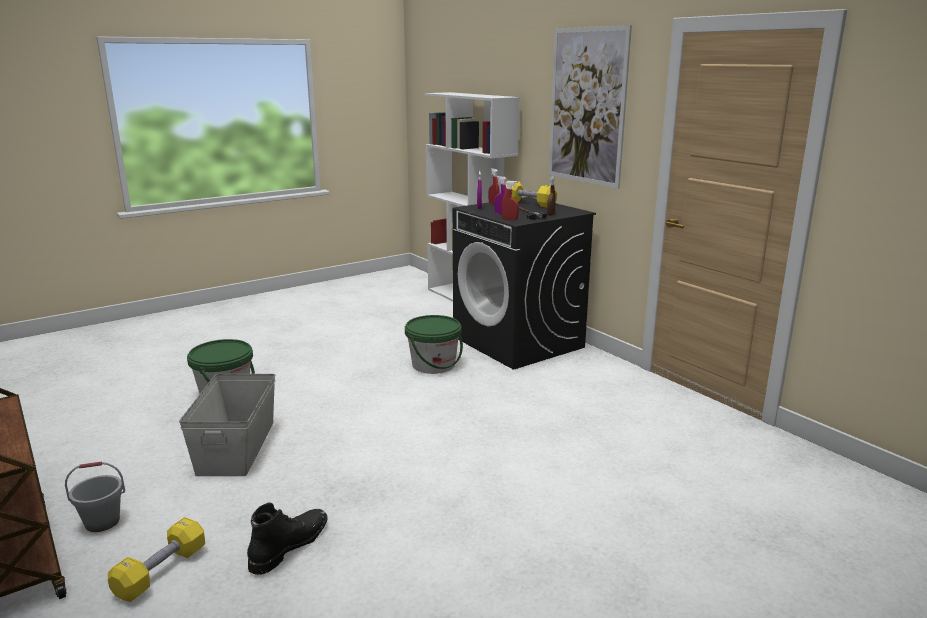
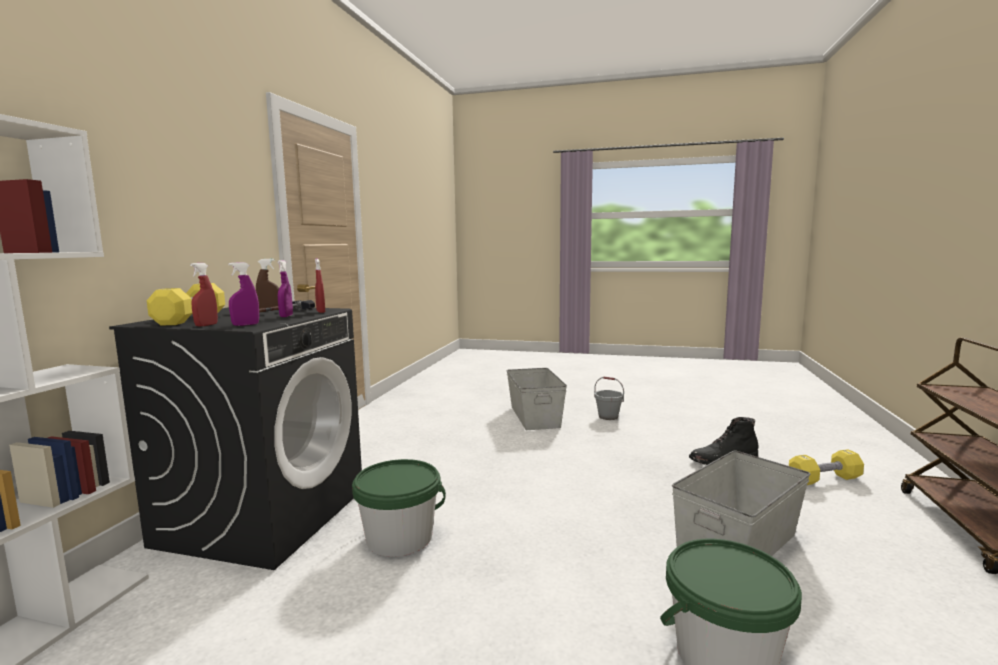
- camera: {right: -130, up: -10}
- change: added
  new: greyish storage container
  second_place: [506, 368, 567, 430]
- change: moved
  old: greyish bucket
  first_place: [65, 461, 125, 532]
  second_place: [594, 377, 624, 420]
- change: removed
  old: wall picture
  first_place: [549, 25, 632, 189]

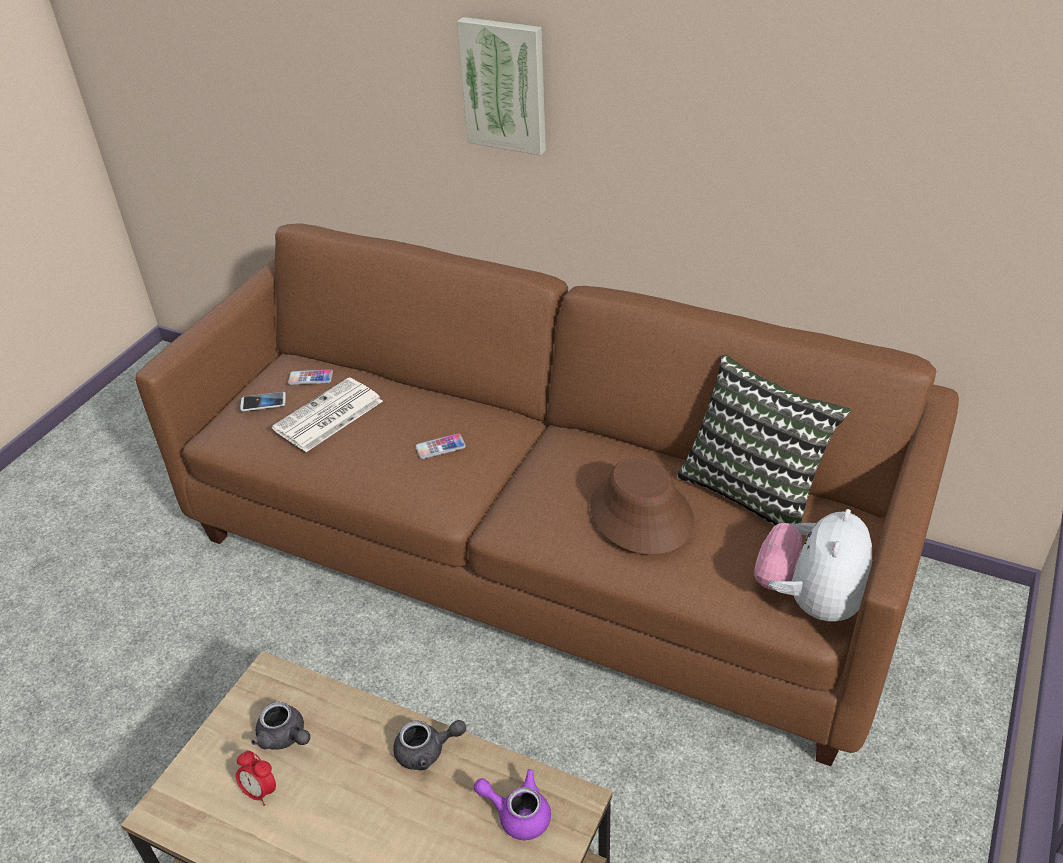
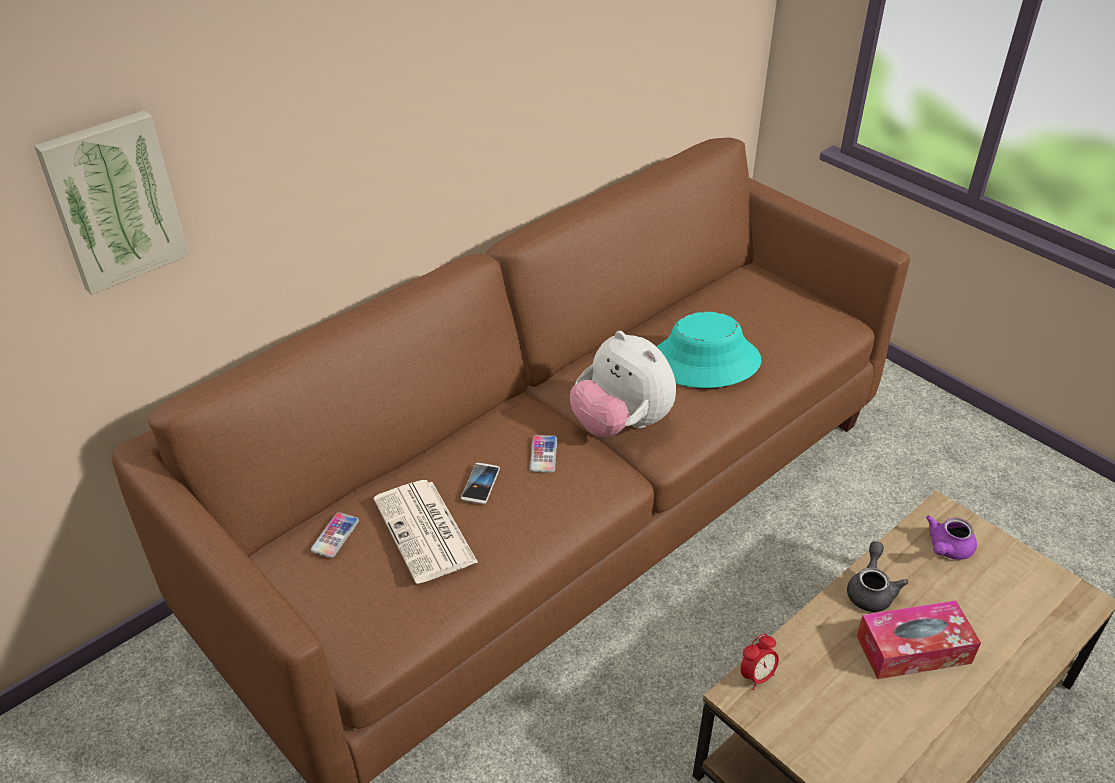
- camera: {right: -70, up: 0}
- change: moved
  old: wall picture
  first_place: [457, 17, 546, 155]
  second_place: [34, 110, 189, 295]
- change: moved
  old: handset
  first_place: [241, 392, 286, 411]
  second_place: [461, 463, 500, 504]
- change: moved
  old: soft toy
  first_place: [754, 509, 872, 622]
  second_place: [570, 331, 676, 437]
- change: recoloured
  old: brown-coloured wearable hat
  new: turquoise-coloured wearable hat
  first_place: [590, 457, 694, 555]
  second_place: [656, 312, 761, 388]
- change: moved
  old: bedside clock
  first_place: [236, 750, 276, 806]
  second_place: [740, 634, 779, 690]
- change: added
  new: box of tissues
  second_place: [856, 600, 981, 679]
- change: removed
  old: greyish pot for tea
  first_place: [251, 702, 310, 750]
- change: removed
  old: throw pillow
  first_place: [677, 355, 851, 526]

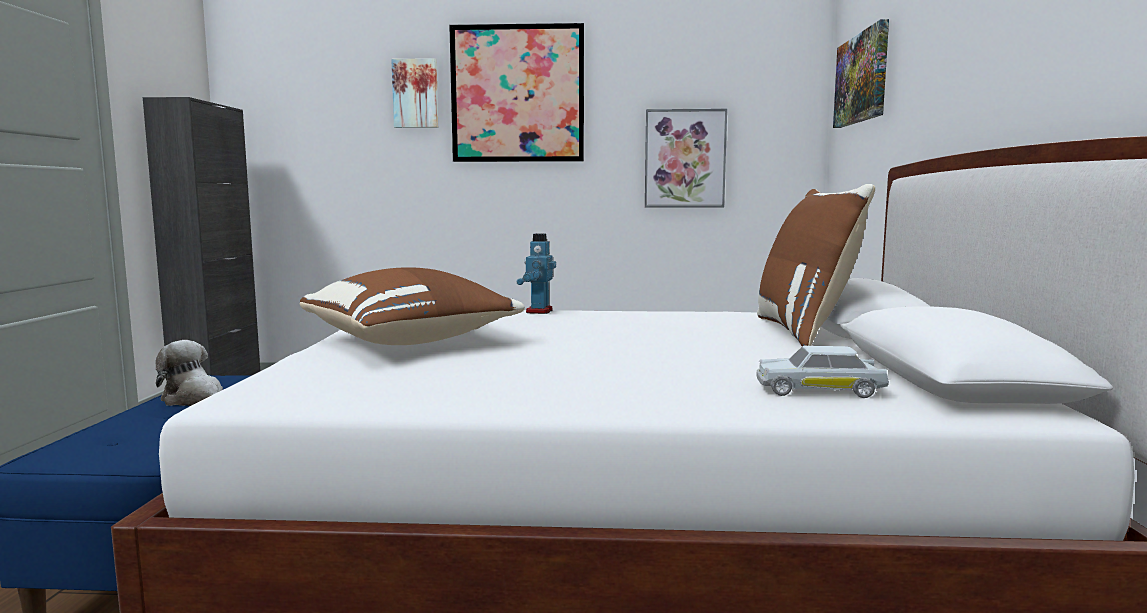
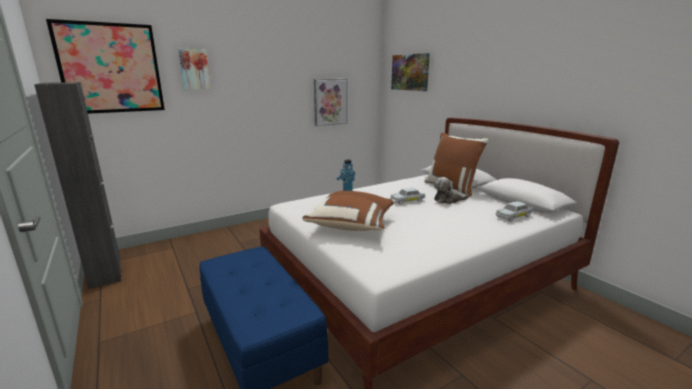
- camera: {right: -35, up: 10}
- change: moved
  old: wall picture
  first_place: [449, 23, 584, 162]
  second_place: [46, 19, 165, 114]
- change: added
  new: white-coloured model car
  second_place: [390, 188, 425, 205]
- change: moved
  old: soft toy
  first_place: [155, 340, 223, 406]
  second_place: [434, 177, 469, 204]

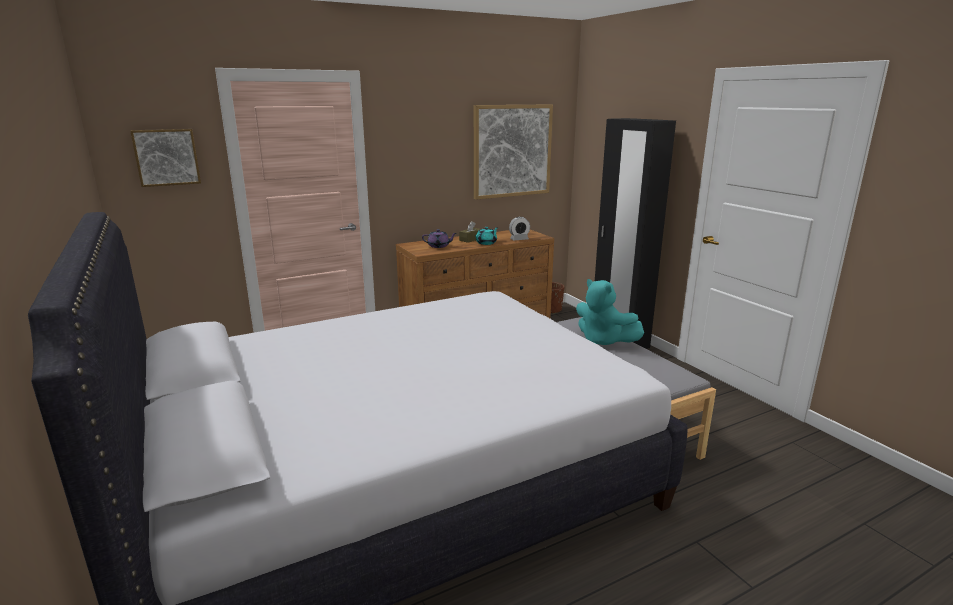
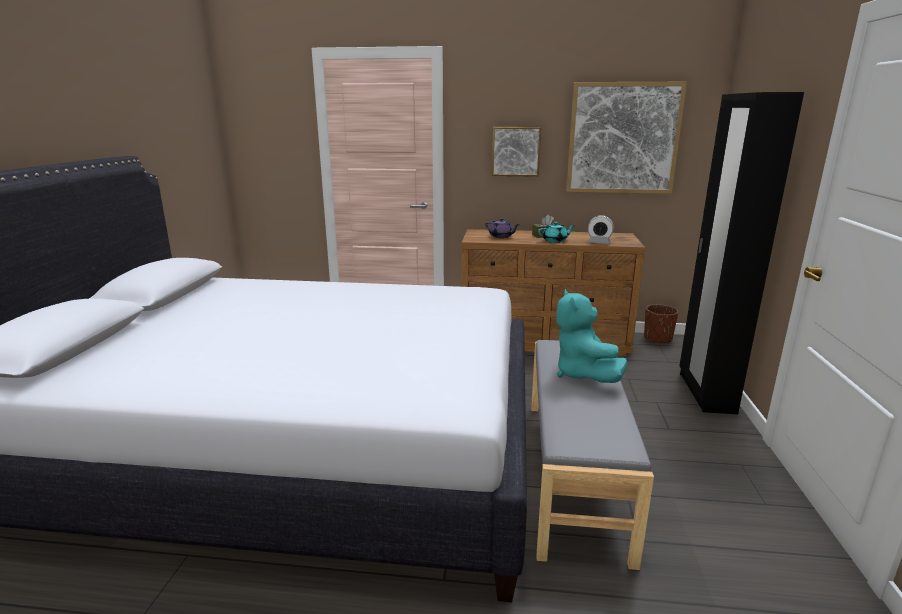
- camera: {right: 35, up: 0}
- change: moved
  old: wall picture
  first_place: [130, 129, 201, 187]
  second_place: [492, 127, 541, 177]

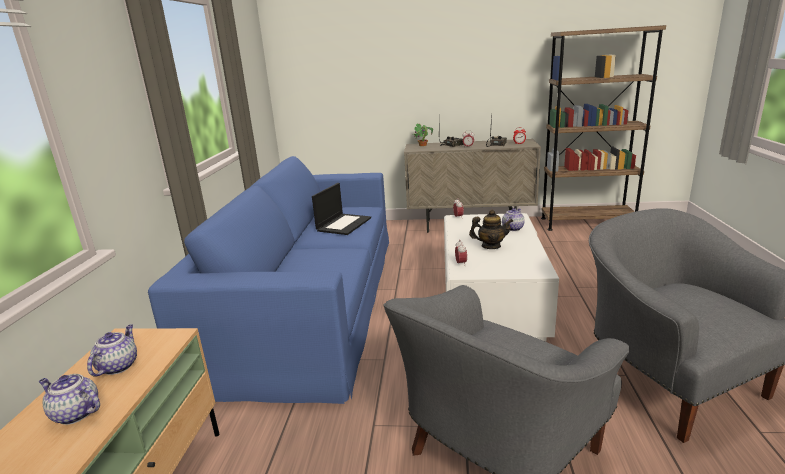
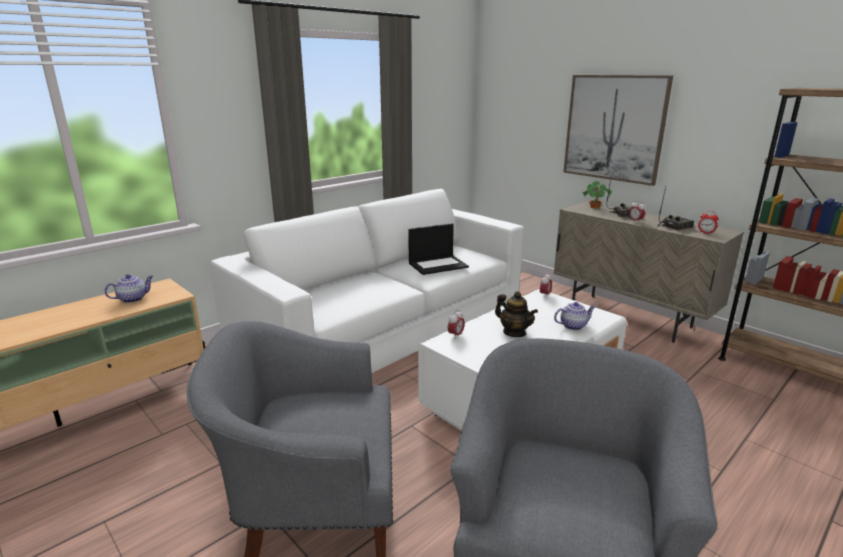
- camera: {right: 40, up: 0}
- change: recoloured
  old: blue-coloured settee
  new: white-coloured settee
  first_place: [148, 156, 389, 404]
  second_place: [211, 189, 524, 373]
- change: added
  new: wall picture
  second_place: [563, 75, 673, 186]
- change: removed
  old: pot for tea
  first_place: [39, 374, 100, 425]

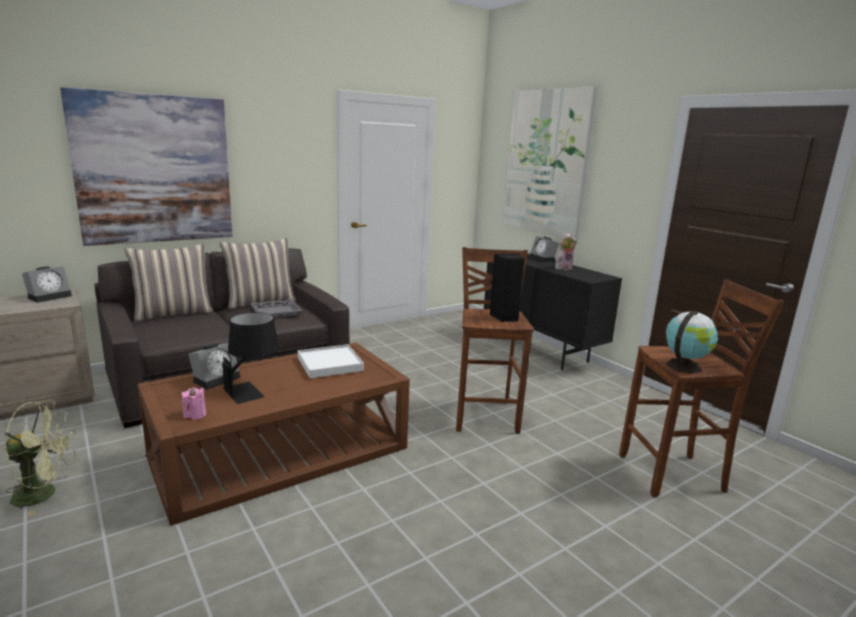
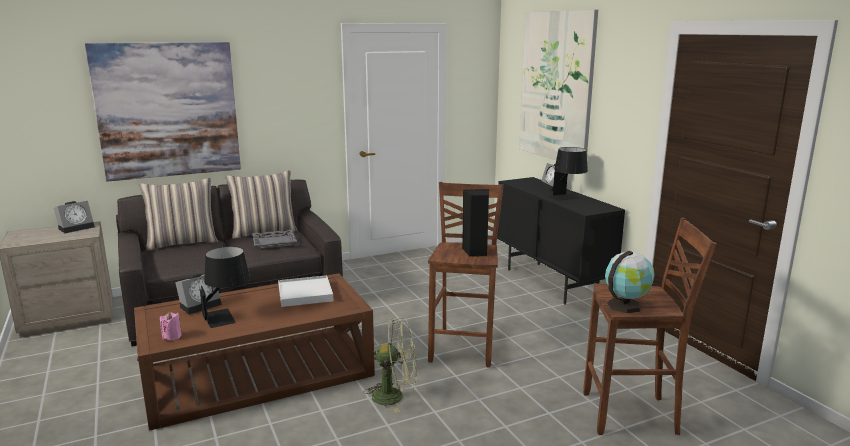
- camera: {right: 10, up: 0}
- change: moved
  old: green-coloured electric fan
  first_place: [5, 400, 76, 516]
  second_place: [363, 318, 417, 413]
- change: replaced
  old: soft toy
  new: black-coloured tabletop lamp
  first_place: [555, 233, 577, 270]
  second_place: [548, 147, 588, 201]

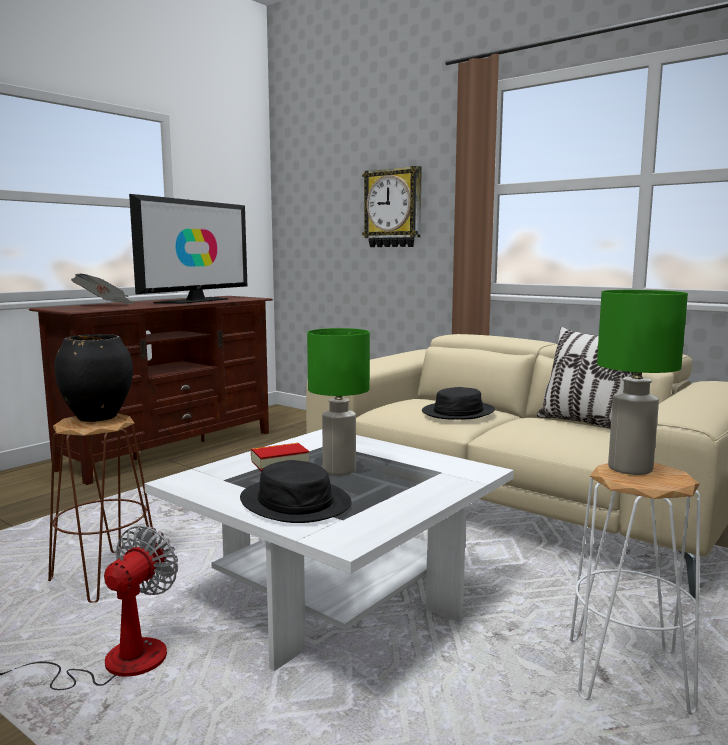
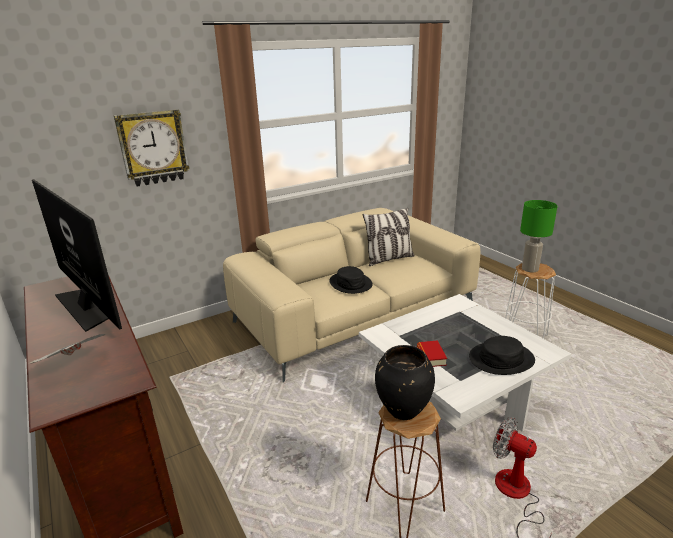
- camera: {right: -70, up: 15}
- change: removed
  old: green-coloured tabletop lamp
  first_place: [307, 328, 370, 475]

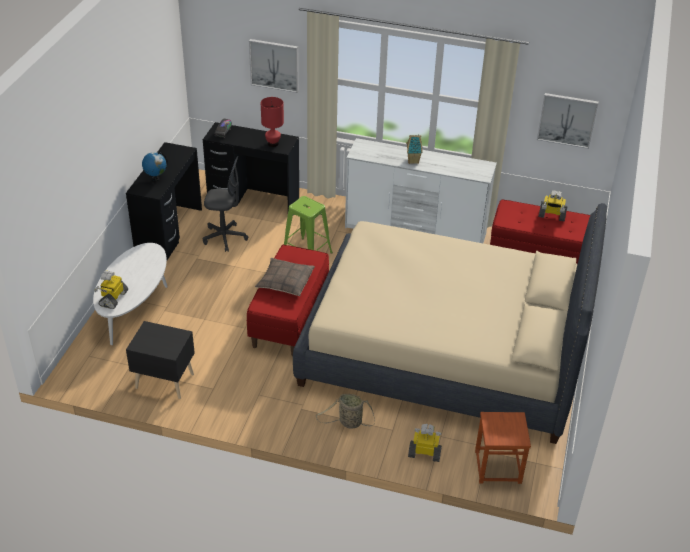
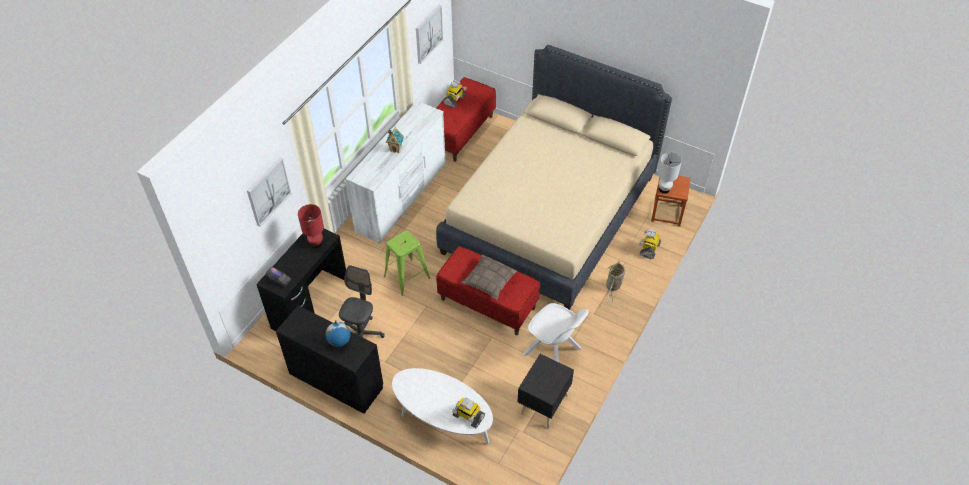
- camera: {right: -75, up: 10}
- change: added
  new: white-coloured upright chair
  second_place: [523, 303, 588, 362]
- change: added
  new: white-coloured tabletop lamp
  second_place: [658, 152, 682, 194]

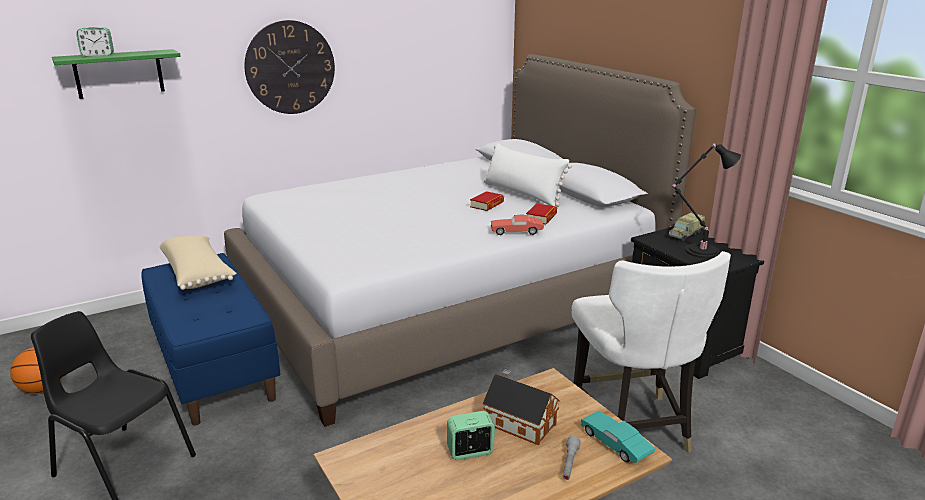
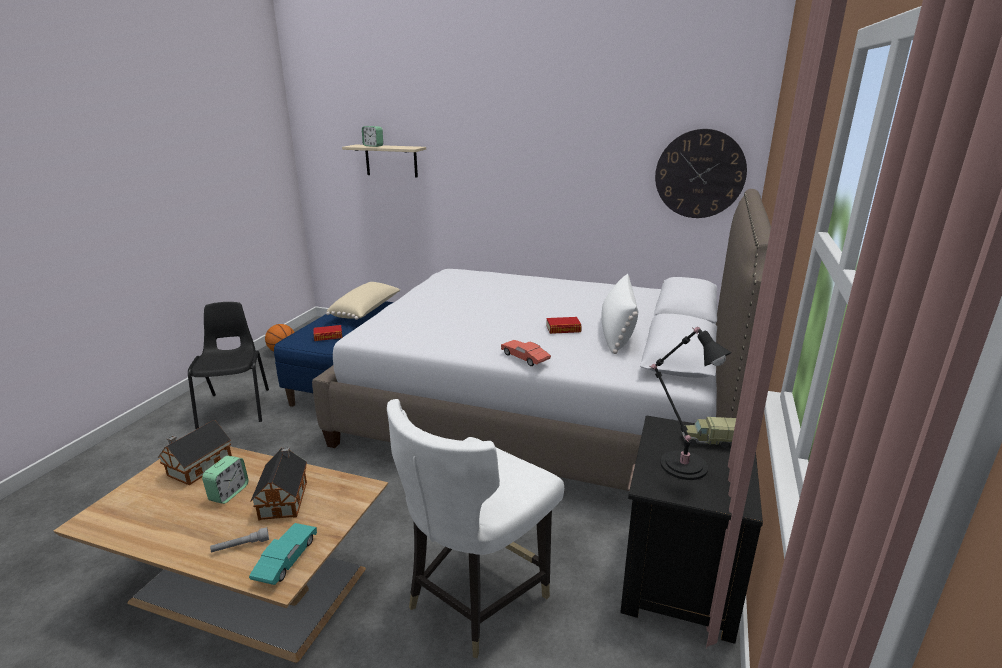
- camera: {right: 50, up: 0}
- change: added
  new: model house
  second_place: [158, 420, 232, 485]
- change: turned
  old: bedside clock
  first_place: [447, 411, 495, 460]
  second_place: [202, 456, 249, 504]
  degrees: 75
- change: moved
  old: volume
  first_place: [526, 203, 557, 225]
  second_place: [314, 325, 342, 341]
- change: recoloured
  old: green-coloured wall shelf
  new: beige wall shelf
  first_place: [52, 49, 181, 99]
  second_place: [342, 145, 426, 178]
- change: moved
  old: clock on the wall
  first_place: [244, 20, 335, 114]
  second_place: [655, 129, 747, 218]

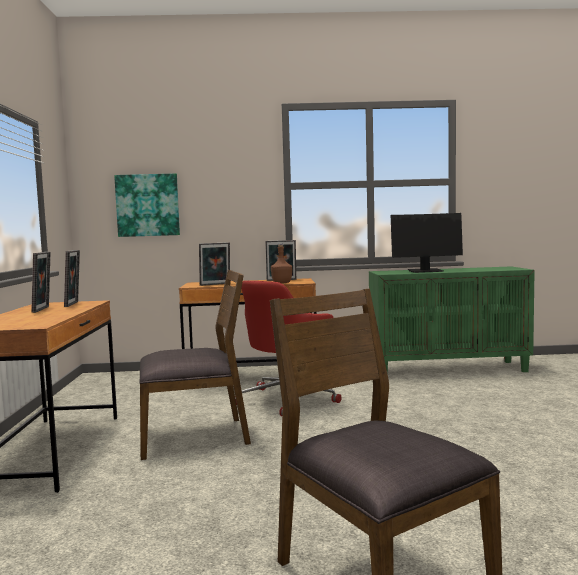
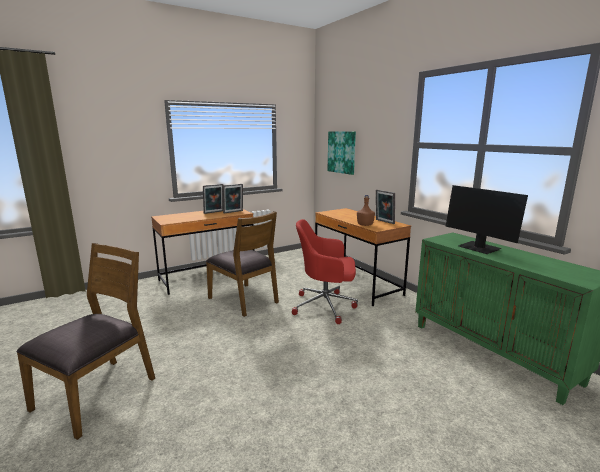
- camera: {right: 60, up: 10}
- change: removed
  old: picture frame
  first_place: [199, 242, 230, 286]

